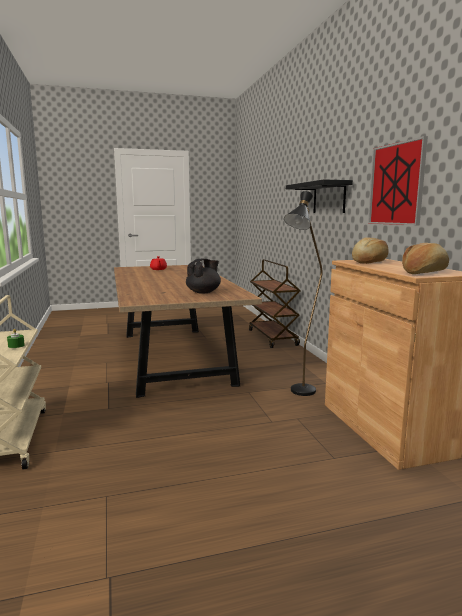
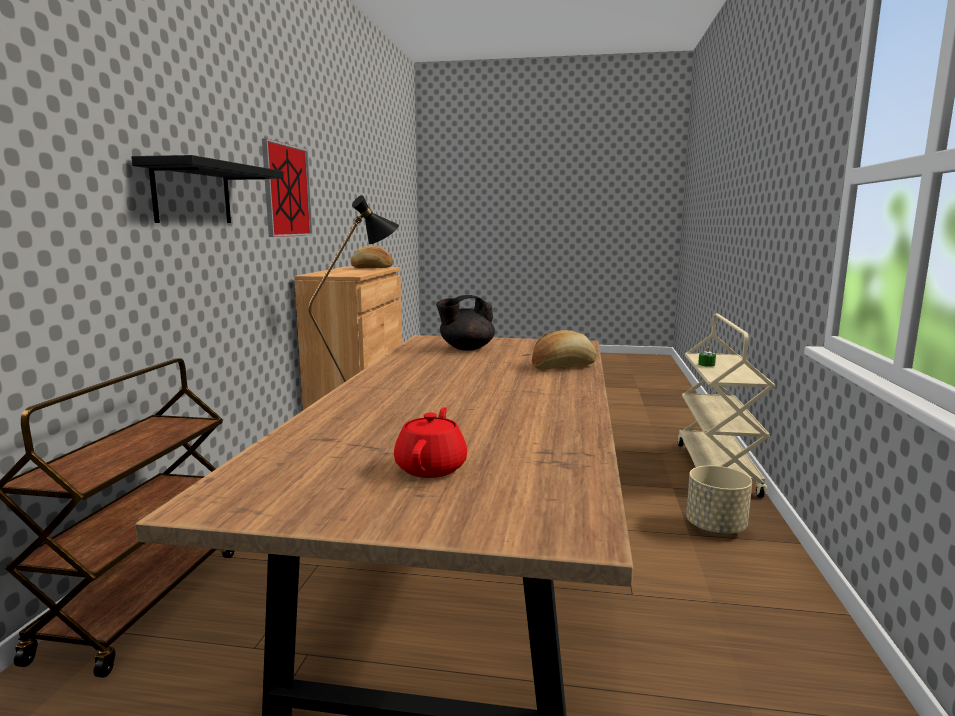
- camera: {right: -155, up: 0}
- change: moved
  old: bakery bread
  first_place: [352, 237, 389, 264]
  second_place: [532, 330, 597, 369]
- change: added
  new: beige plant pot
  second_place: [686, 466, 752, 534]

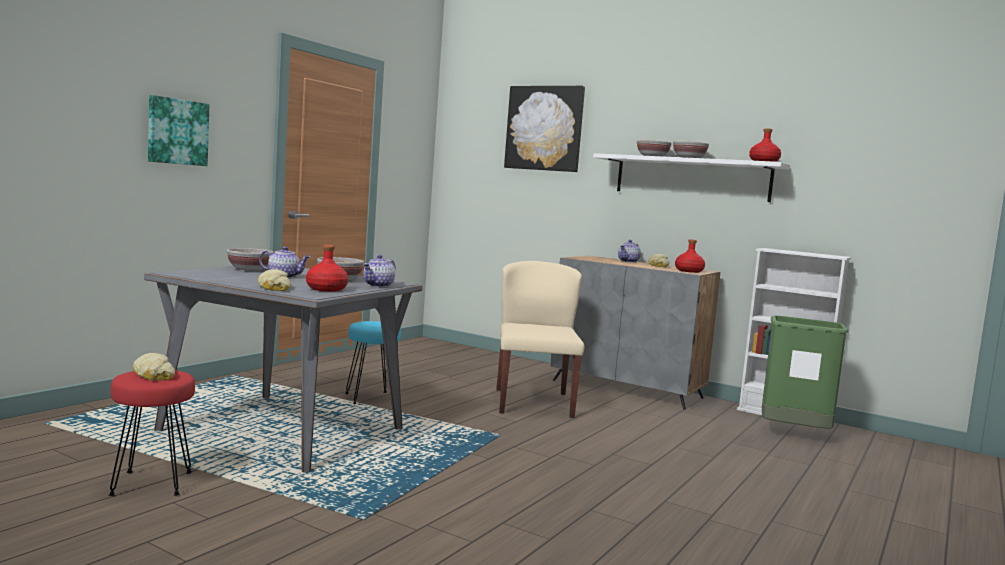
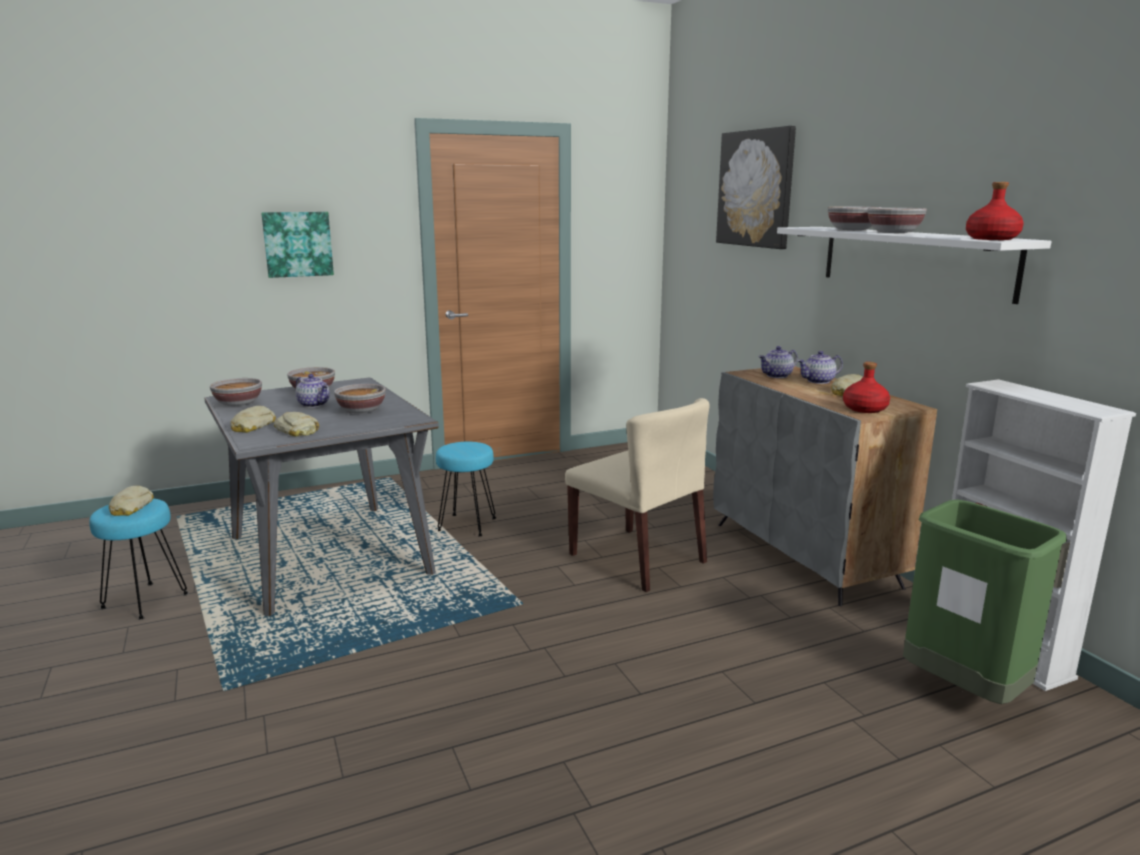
- camera: {right: 35, up: 10}
- change: recoloured
  old: reddish sitting stool
  new: turquoise-coloured sitting stool
  first_place: [109, 370, 195, 496]
  second_place: [89, 498, 189, 620]
- change: added
  new: serving bowl
  second_place: [210, 378, 262, 406]
- change: replaced
  old: reddish bottle
  new: bakery bread
  first_place: [306, 245, 348, 292]
  second_place: [274, 412, 319, 437]
- change: turned
  old: beige upright chair
  first_place: [496, 261, 584, 418]
  second_place: [565, 398, 710, 592]
  degrees: 105
- change: moved
  old: pot for tea
  first_place: [363, 255, 395, 287]
  second_place: [759, 346, 798, 378]

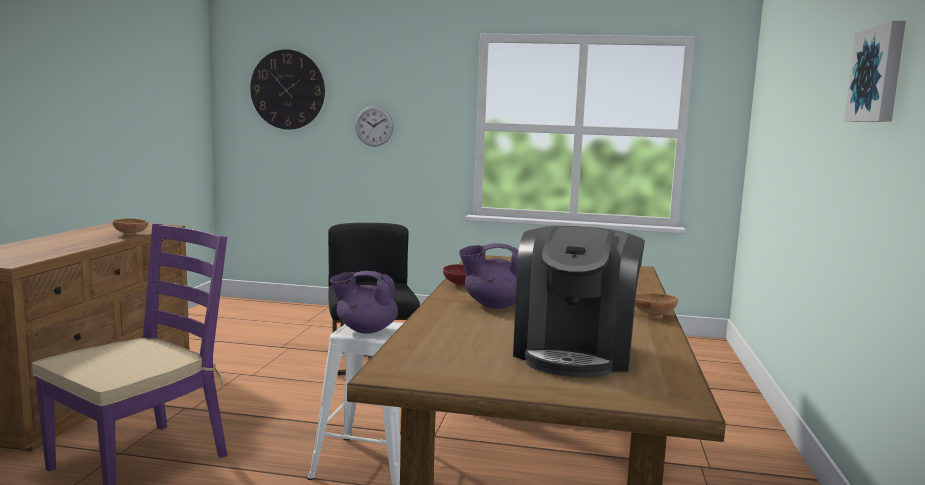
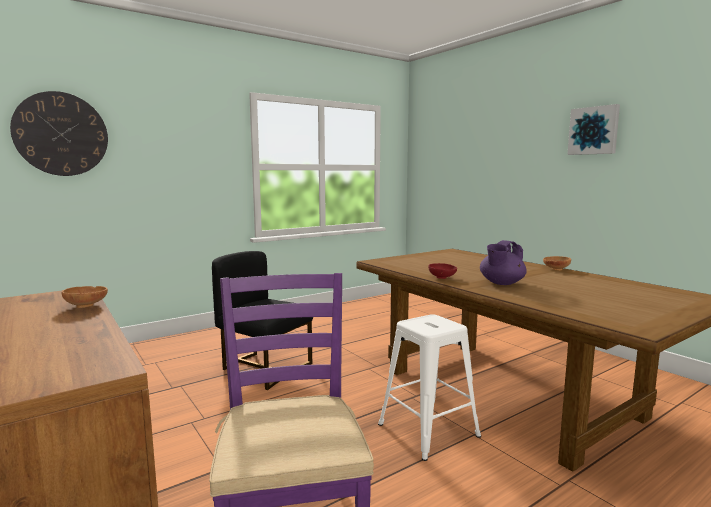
- camera: {right: -45, up: 0}
- change: removed
  old: purplish pot for tea
  first_place: [330, 271, 398, 334]
- change: removed
  old: clock on the wall
  first_place: [355, 106, 394, 147]
- change: removed
  old: coffee maker
  first_place: [513, 226, 645, 377]

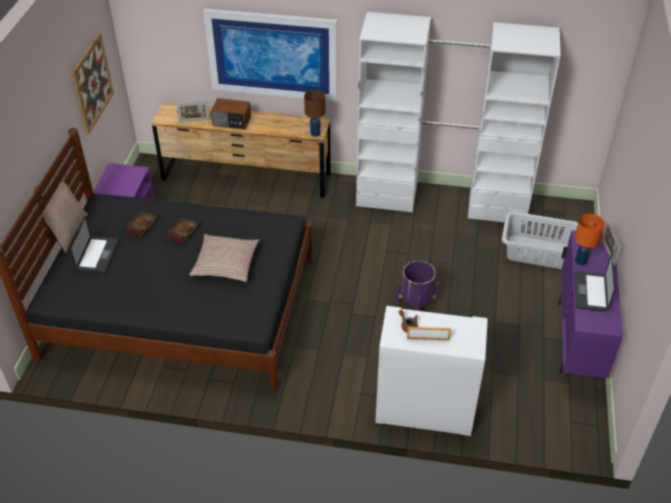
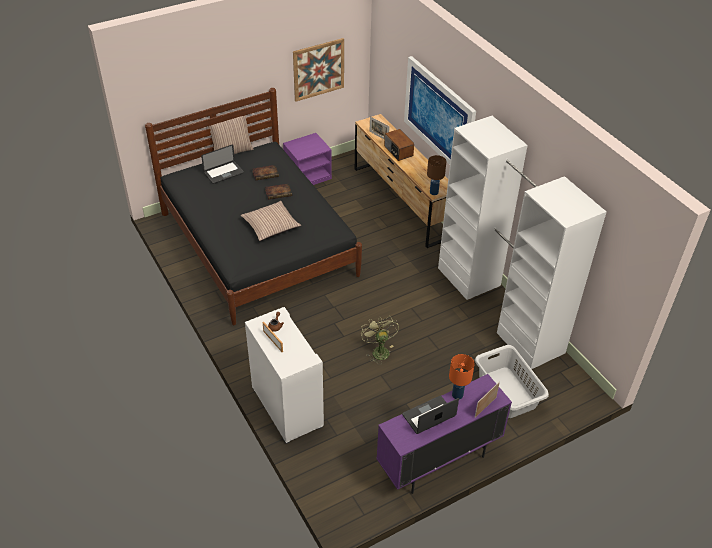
- camera: {right: 50, up: 0}
- change: replaced
  old: purplish plant pot
  new: green-coloured electric fan
  first_place: [396, 261, 439, 311]
  second_place: [361, 316, 399, 365]

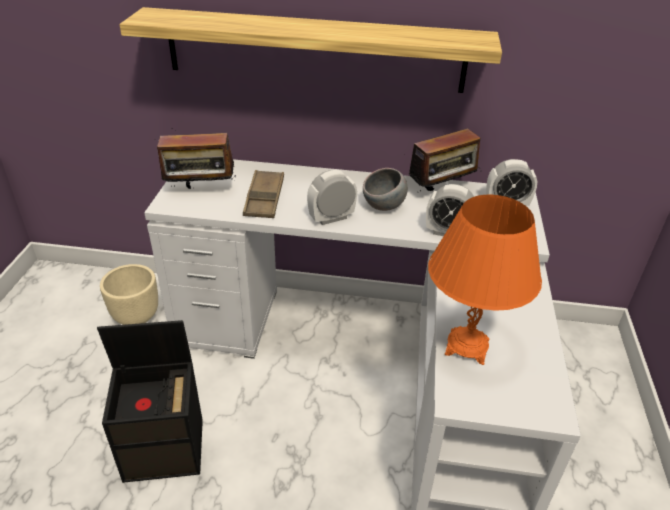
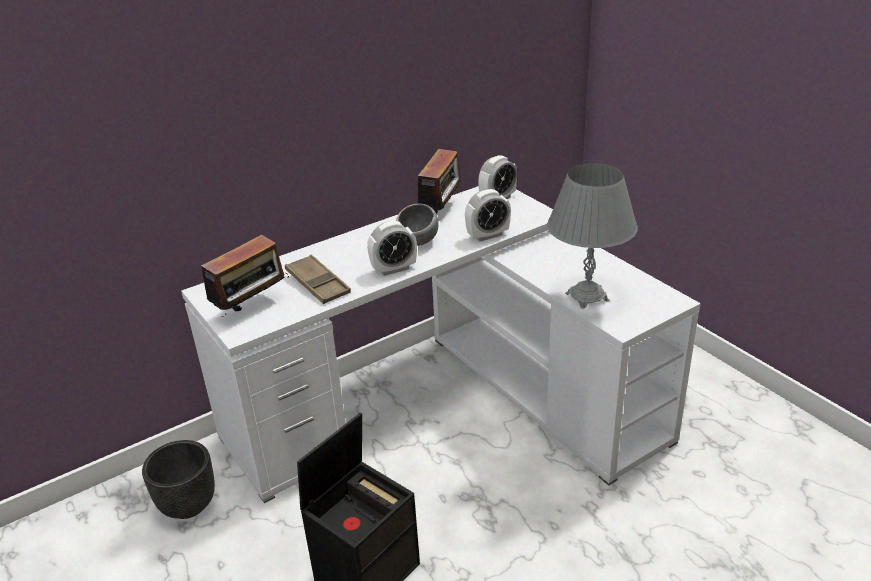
- camera: {right: -40, up: -5}
- change: recoloured
  old: beige plant pot
  new: black-coloured plant pot
  first_place: [100, 264, 158, 325]
  second_place: [142, 440, 215, 519]
- change: turned
  old: bedside clock
  first_place: [307, 170, 357, 225]
  second_place: [367, 221, 417, 276]
  degrees: -135
- change: recoloured
  old: orangey tabletop lamp
  new: greyish tabletop lamp
  first_place: [428, 195, 542, 365]
  second_place: [547, 163, 638, 309]
- change: removed
  old: wall shelf
  first_place: [119, 7, 502, 93]

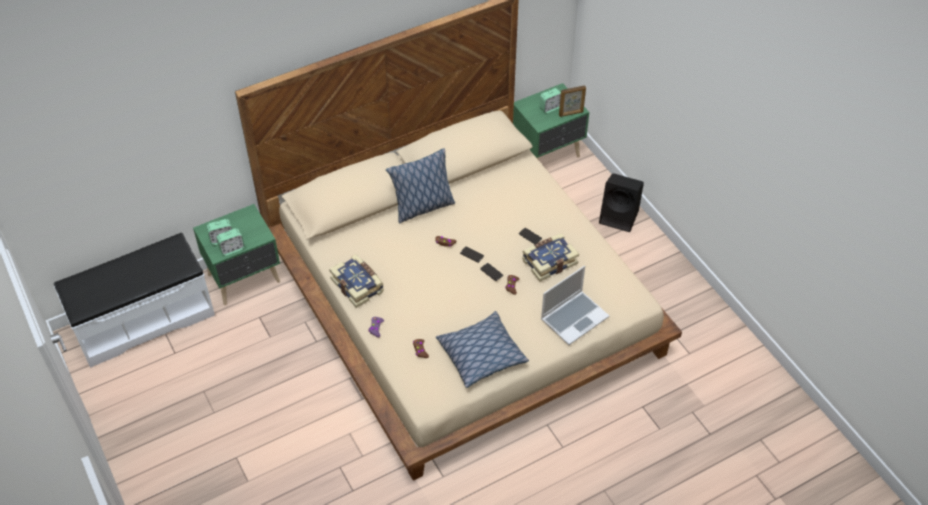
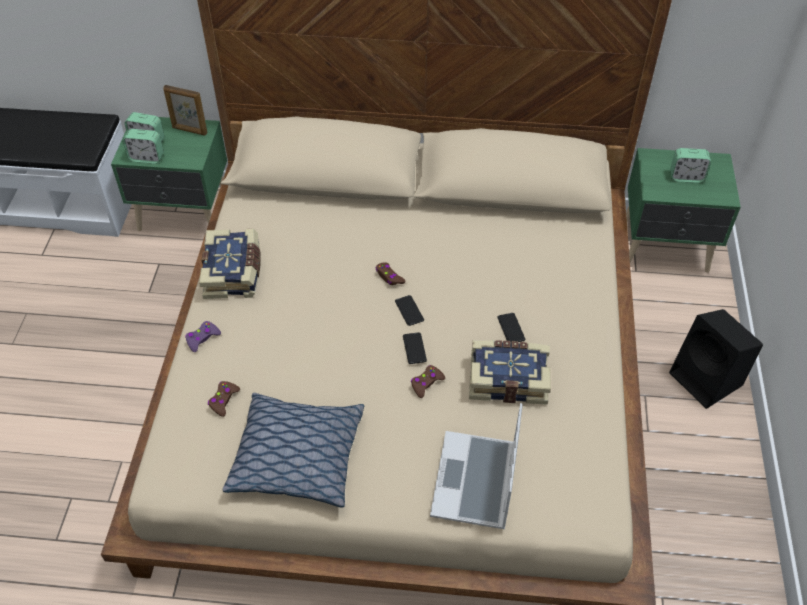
- camera: {right: 35, up: 0}
- change: moved
  old: picture frame
  first_place: [559, 85, 586, 117]
  second_place: [163, 85, 208, 136]
- change: turned
  old: laptop
  first_place: [541, 266, 609, 345]
  second_place: [430, 403, 523, 529]
  degrees: 105
- change: removed
  old: throw pillow
  first_place: [386, 148, 455, 224]

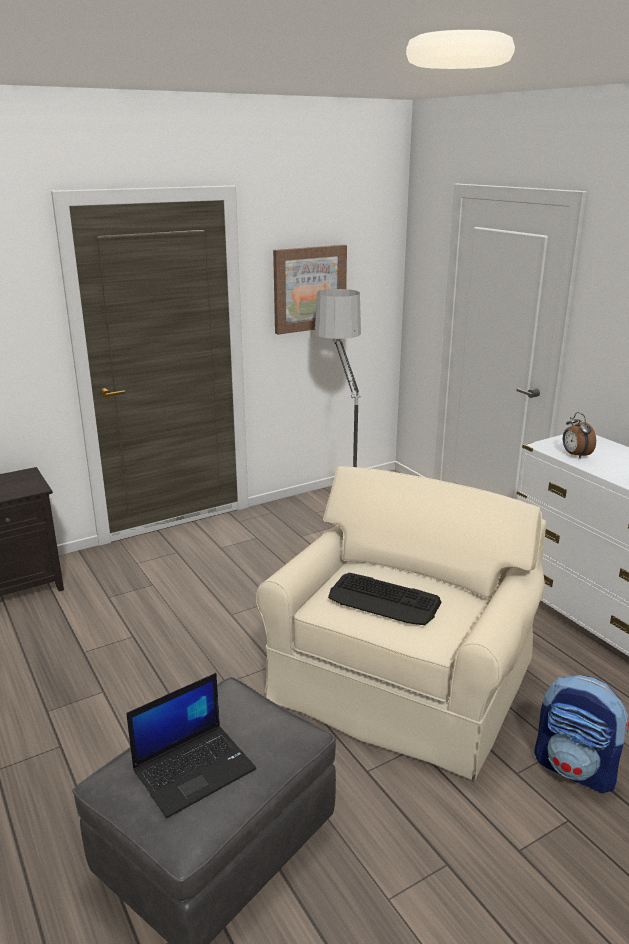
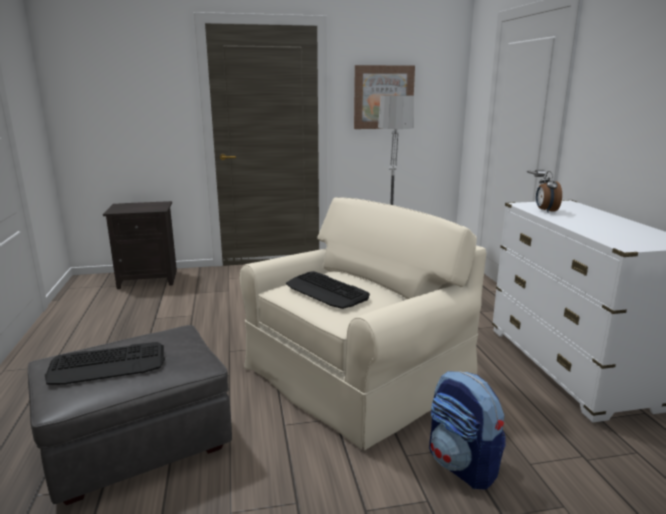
- camera: {right: 20, up: -5}
- change: replaced
  old: laptop
  new: computer keyboard
  first_place: [126, 673, 256, 818]
  second_place: [45, 342, 165, 385]

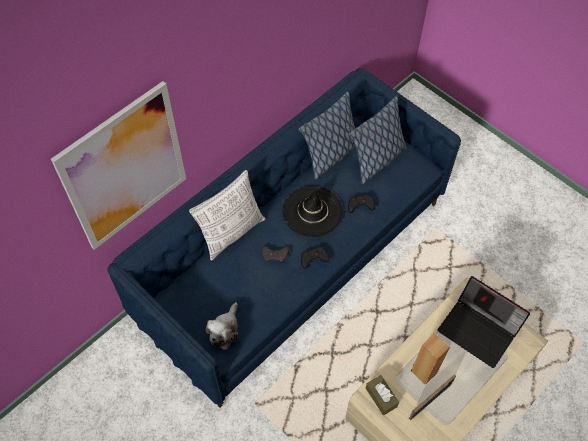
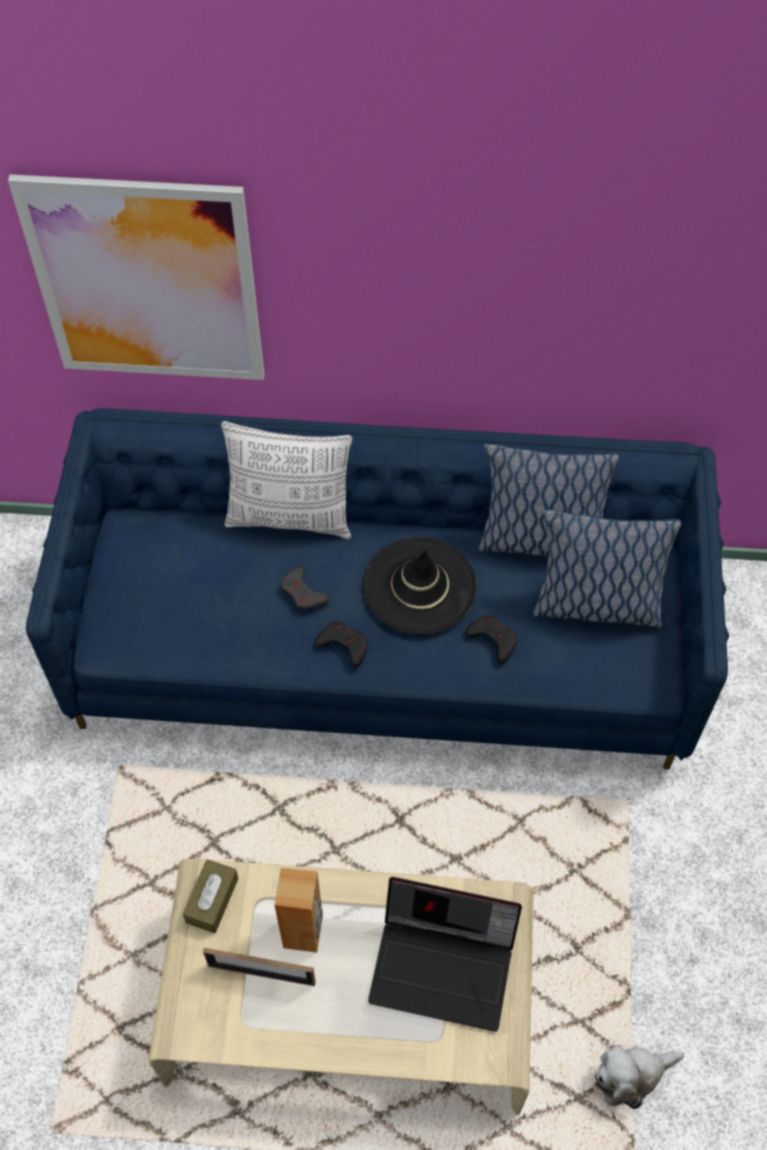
- camera: {right: 50, up: 0}
- change: turned
  old: laptop
  first_place: [437, 276, 530, 368]
  second_place: [368, 877, 522, 1032]
  degrees: -75
- change: moved
  old: soft toy
  first_place: [206, 302, 238, 350]
  second_place: [595, 1045, 684, 1109]

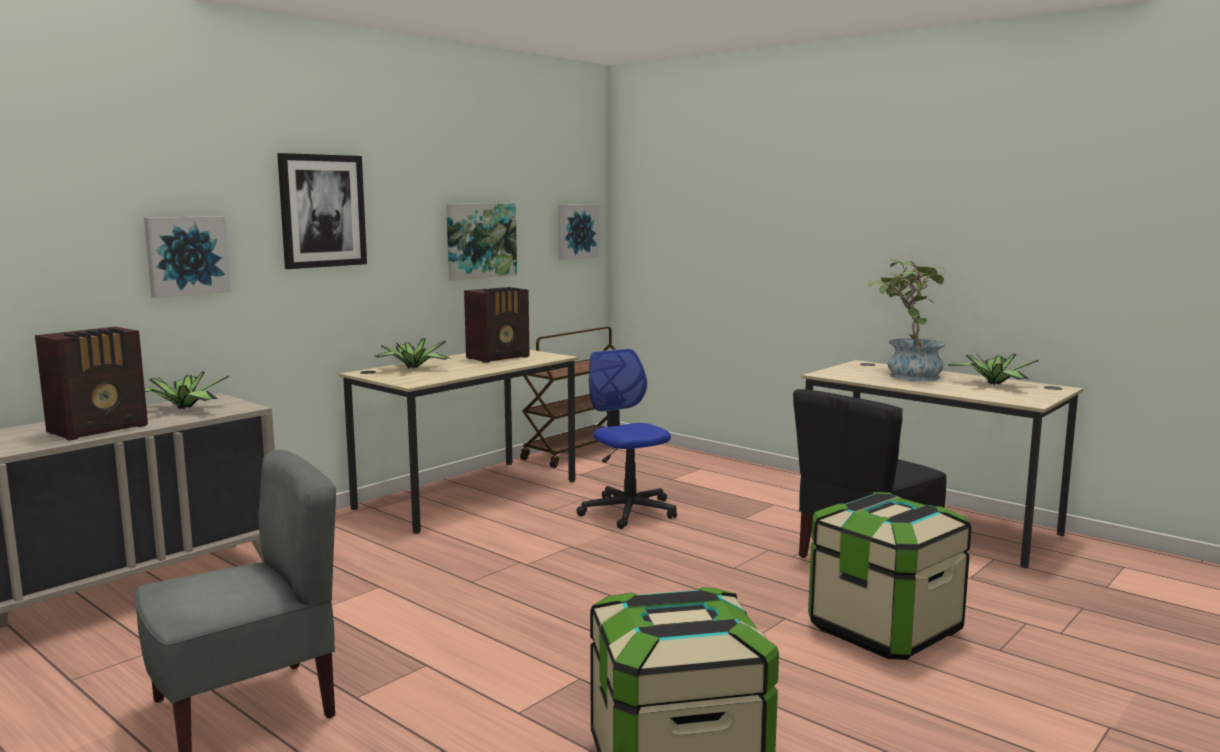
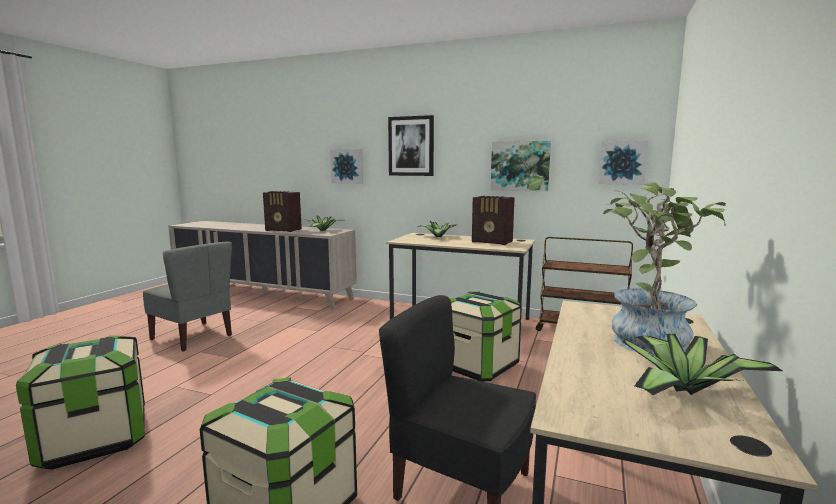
- camera: {right: 70, up: 0}
- change: replaced
  old: desk chair
  new: storage container
  first_place: [576, 349, 677, 529]
  second_place: [450, 291, 522, 382]

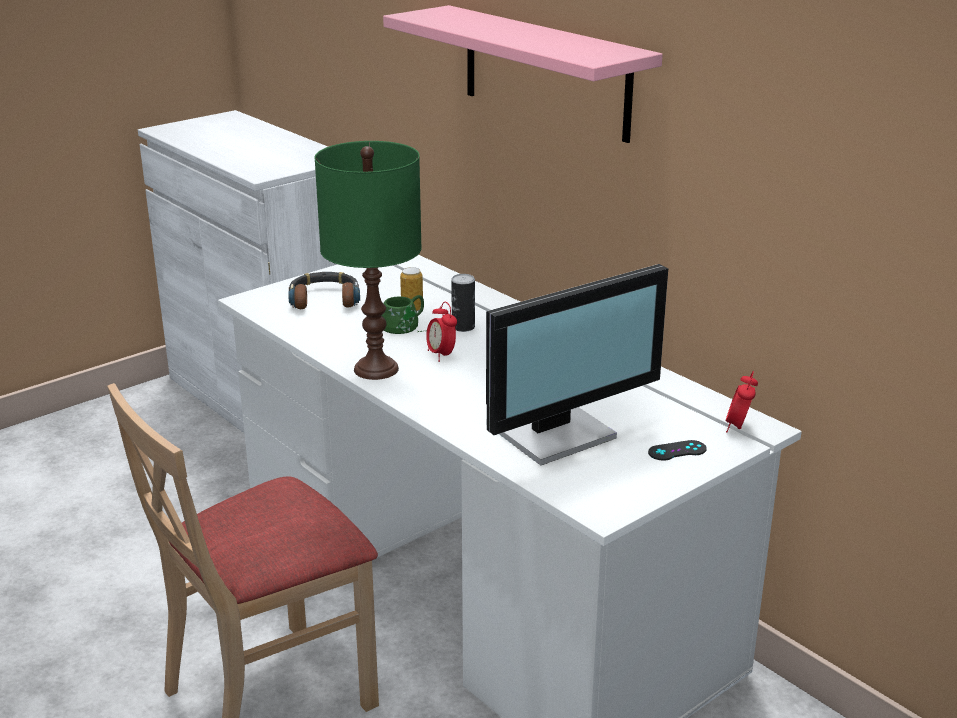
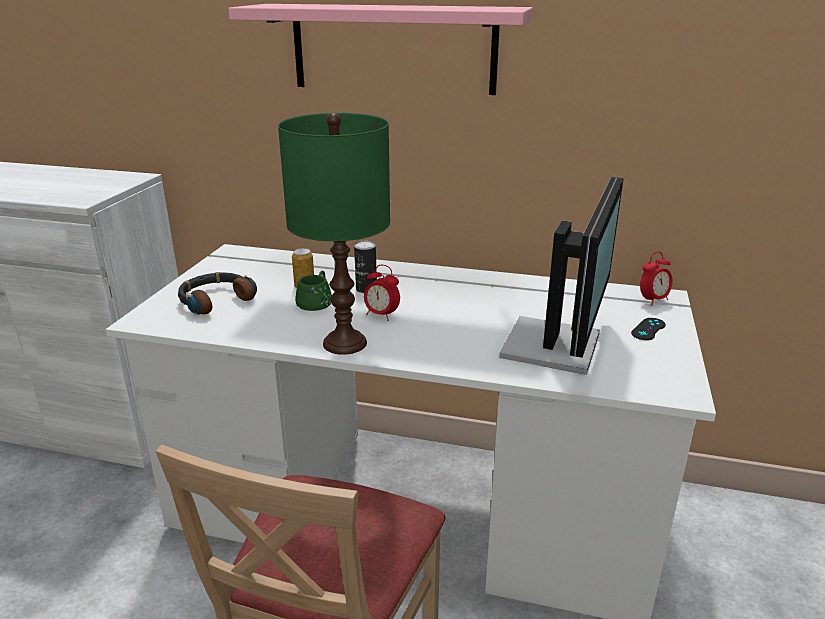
- camera: {right: -35, up: 0}
- change: turned
  old: bedside clock
  first_place: [726, 371, 758, 433]
  second_place: [640, 252, 673, 306]
  degrees: -105

